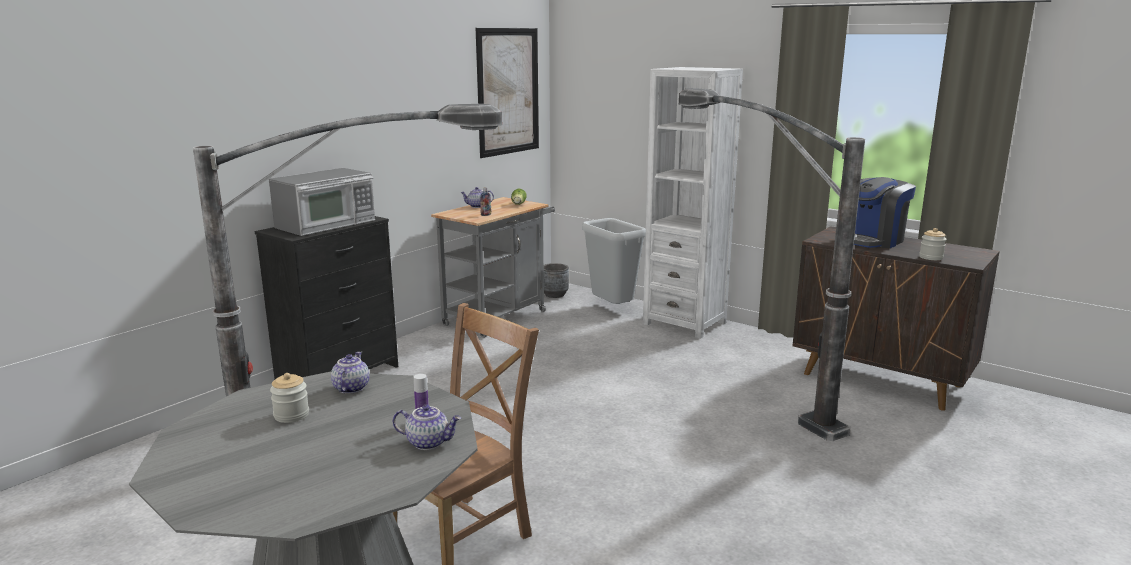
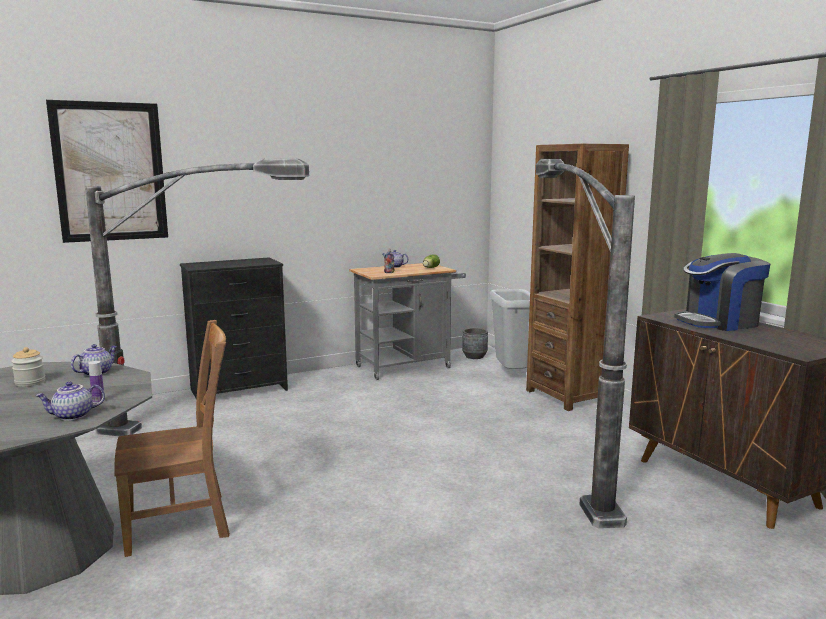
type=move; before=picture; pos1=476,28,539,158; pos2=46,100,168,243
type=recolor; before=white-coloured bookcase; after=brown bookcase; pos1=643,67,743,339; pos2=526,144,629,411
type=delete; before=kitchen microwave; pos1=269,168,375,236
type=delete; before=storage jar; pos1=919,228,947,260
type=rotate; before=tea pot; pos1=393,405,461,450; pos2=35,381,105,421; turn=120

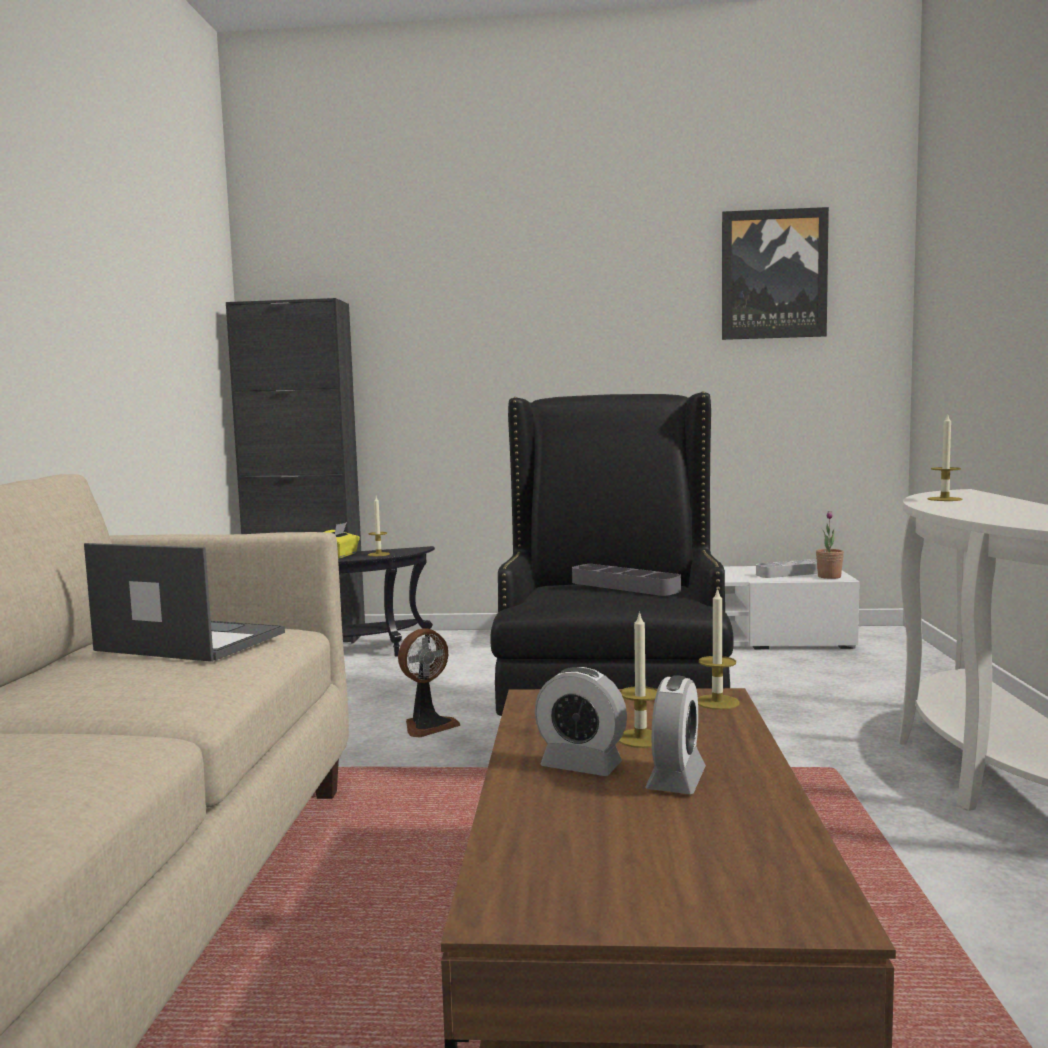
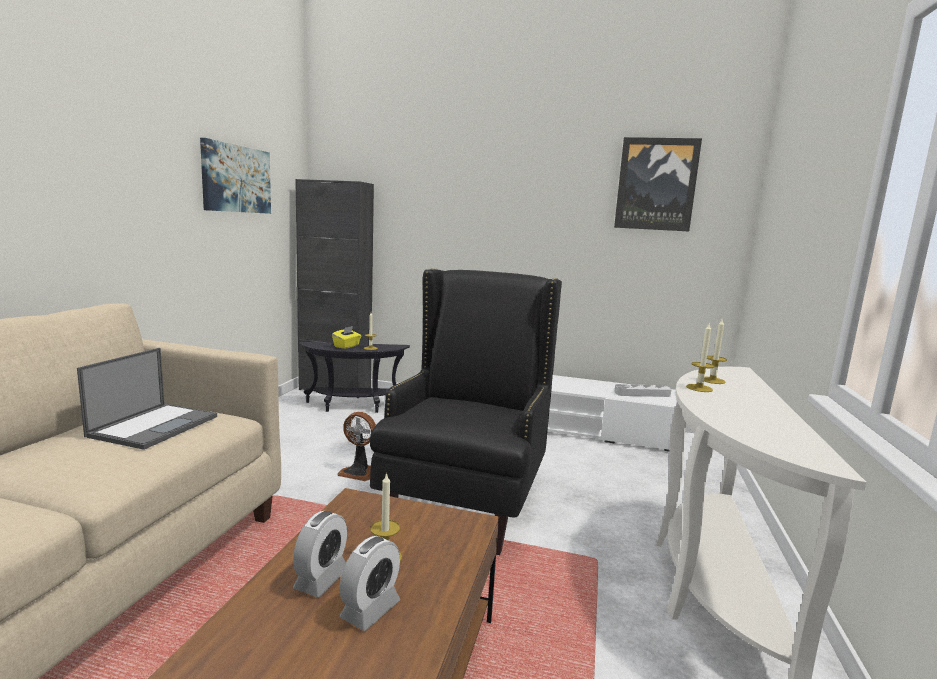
type=delete; before=plant in a pot; pos1=816,511,844,579
type=rotate; before=notebook computer; pos1=84,543,285,662; pos2=77,348,217,450; turn=75
type=delete; before=gray serving tray; pos1=572,564,681,596
type=move; before=candle; pos1=698,587,739,710; pos2=686,322,714,392
type=rotate; before=fan; pos1=398,628,460,737; pos2=337,412,376,481; turn=45
type=rotate; before=alarm clock; pos1=535,667,627,776; pos2=293,511,347,597; turn=-105
type=insert; after=picture; pos2=200,138,271,214

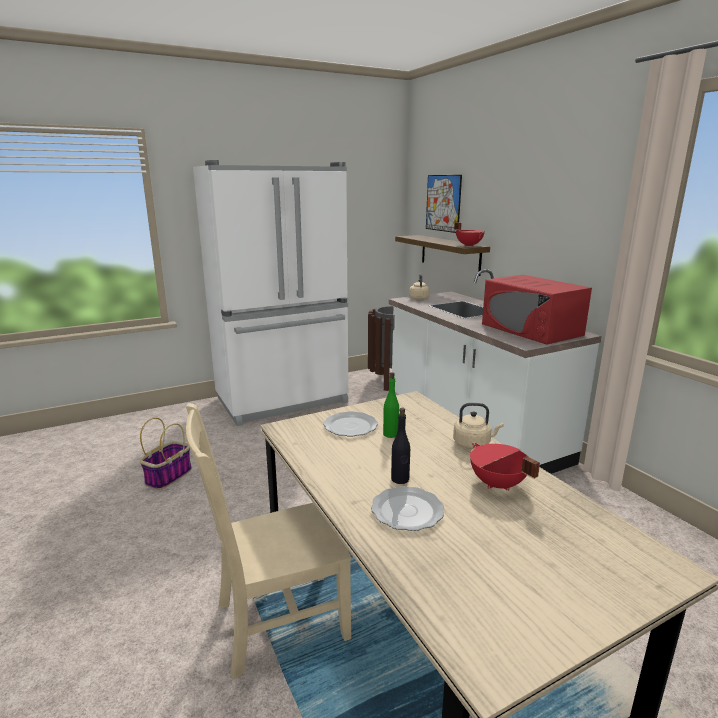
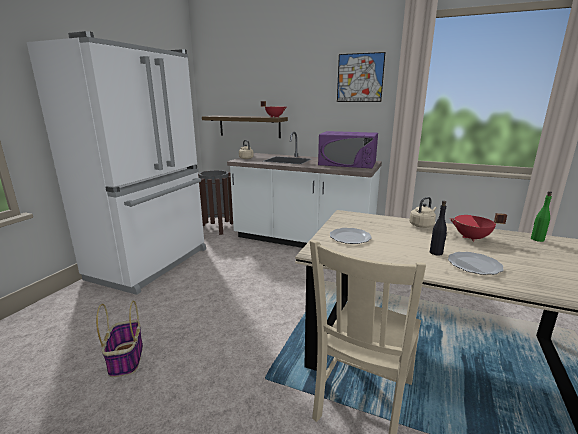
type=move; before=picture; pos1=426,175,462,233; pos2=337,52,385,102
type=recolor; before=red-coloured kitchen microwave; after=purple-coloured kitchen microwave; pos1=482,275,592,345; pos2=318,131,378,169
type=move; before=greenish bottle; pos1=383,372,399,438; pos2=531,191,552,242

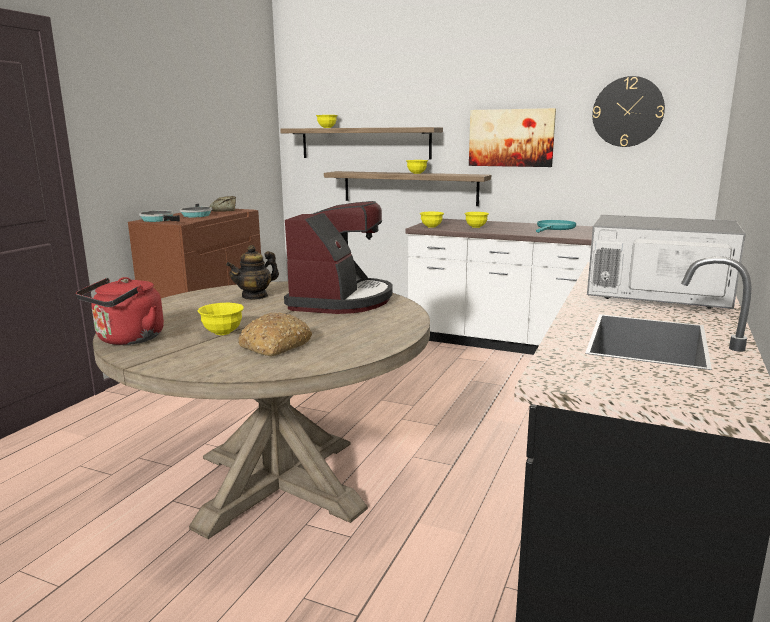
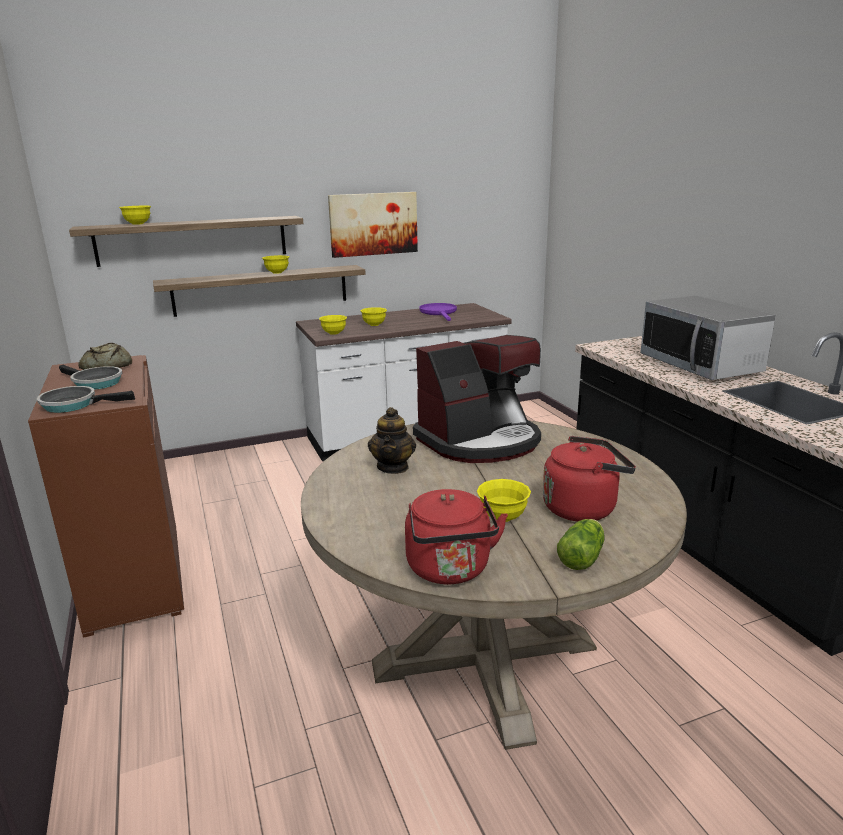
type=delete; before=hanging clock; pos1=592,76,665,147
type=rotate; before=coffee maker; pos1=284,201,393,314; pos2=413,335,541,463; turn=90
type=rotate; before=kitchen microwave; pos1=587,215,746,309; pos2=640,296,776,380; turn=-90
type=recolor; before=blue-green frying pan; after=purple-coloured frying pan; pos1=536,220,576,233; pos2=420,303,457,321
type=replace; before=bakery bread; after=red-coloured tea kettle; pos1=238,313,312,356; pos2=543,436,636,522
type=insert; after=head of lettuce; pos2=557,519,605,570

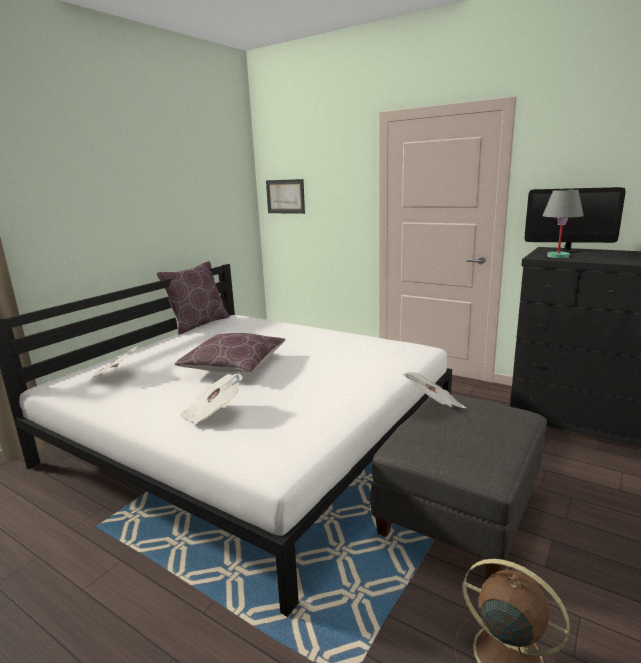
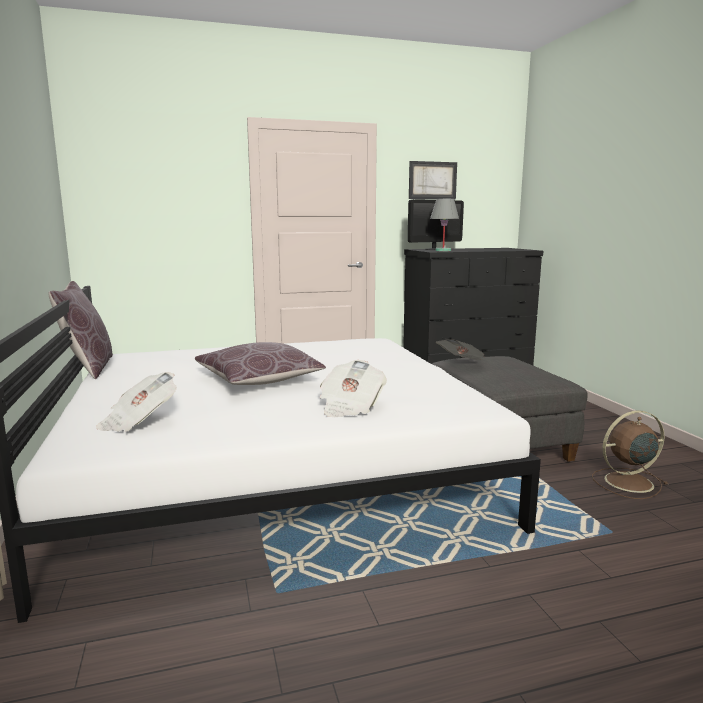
type=move; before=picture; pos1=266,179,305,214; pos2=409,161,457,200

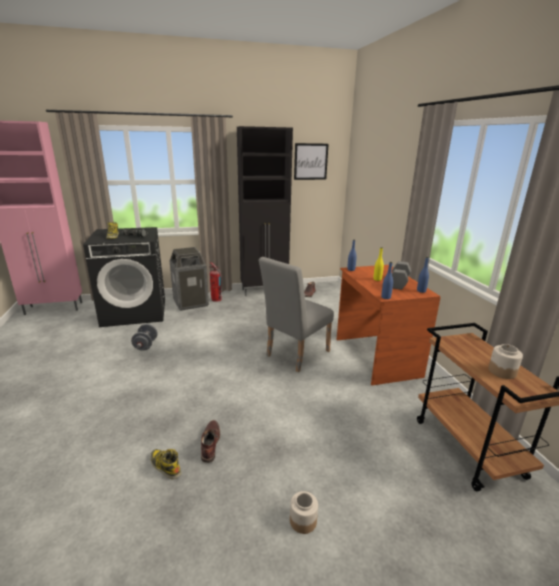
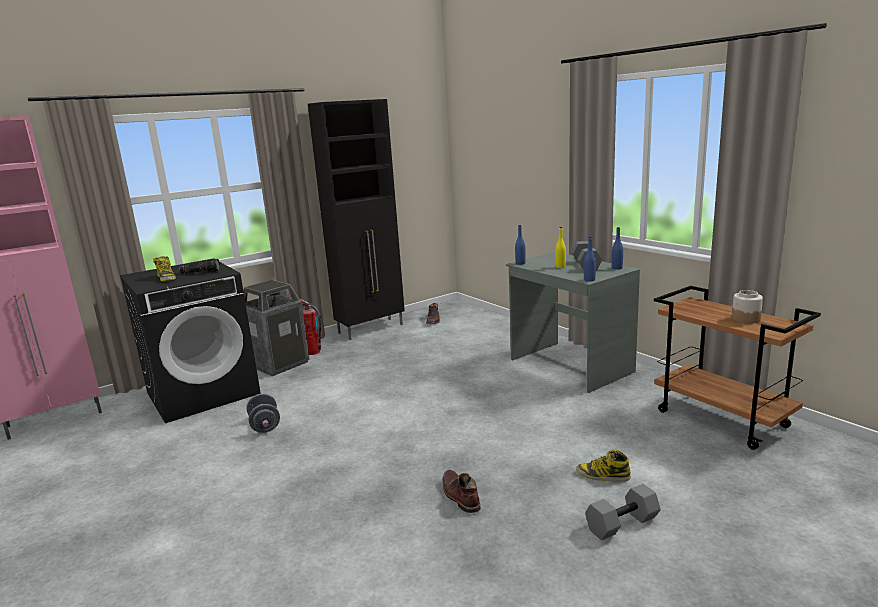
type=delete; before=picture; pos1=294,143,329,180
type=delete; before=gray plain chair; pos1=259,257,334,372
type=recolor; before=brown desk unit; after=gray desk unit; pos1=336,265,441,385; pos2=506,252,640,393
type=move; before=high-top boot; pos1=150,449,181,479; pos2=576,449,631,482
type=replace; before=storage jar; after=gray hand weight; pos1=290,491,318,534; pos2=585,484,661,540

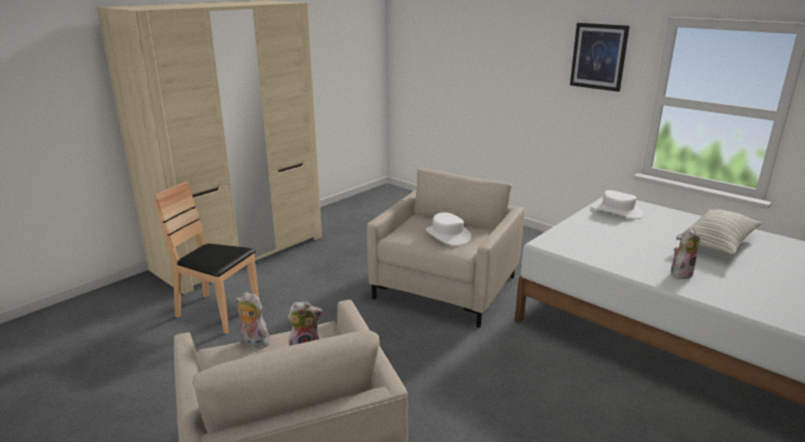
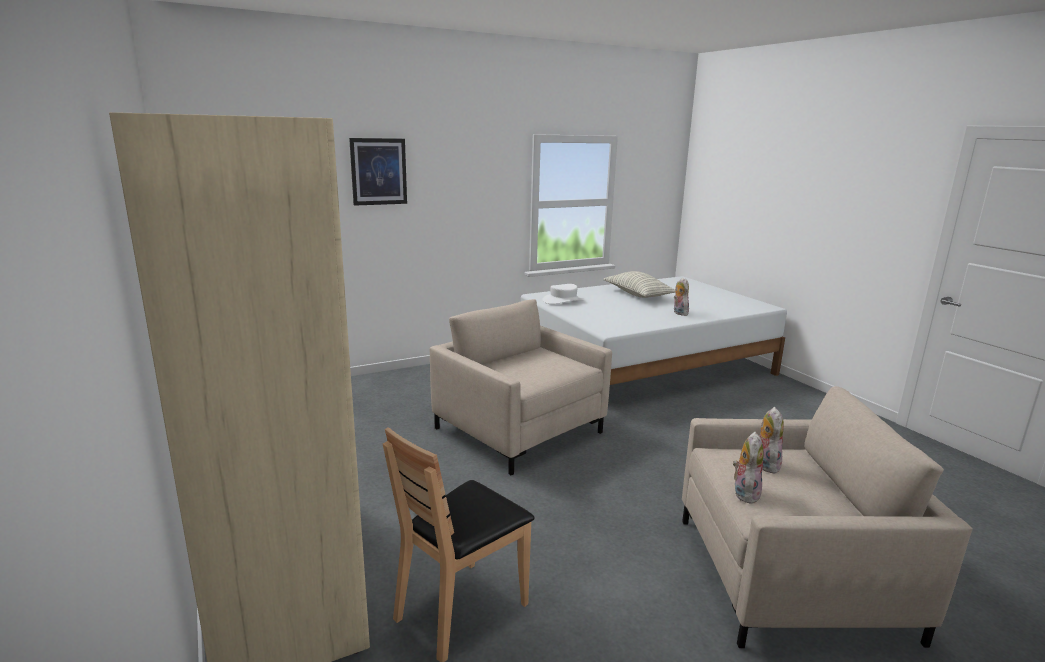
type=move; before=picture; pos1=570,23,630,92; pos2=349,138,407,206
type=delete; before=white-coloured hat; pos1=426,212,471,246
type=rotate; before=cuddly toy; pos1=236,292,270,349; pos2=733,432,764,505; turn=150

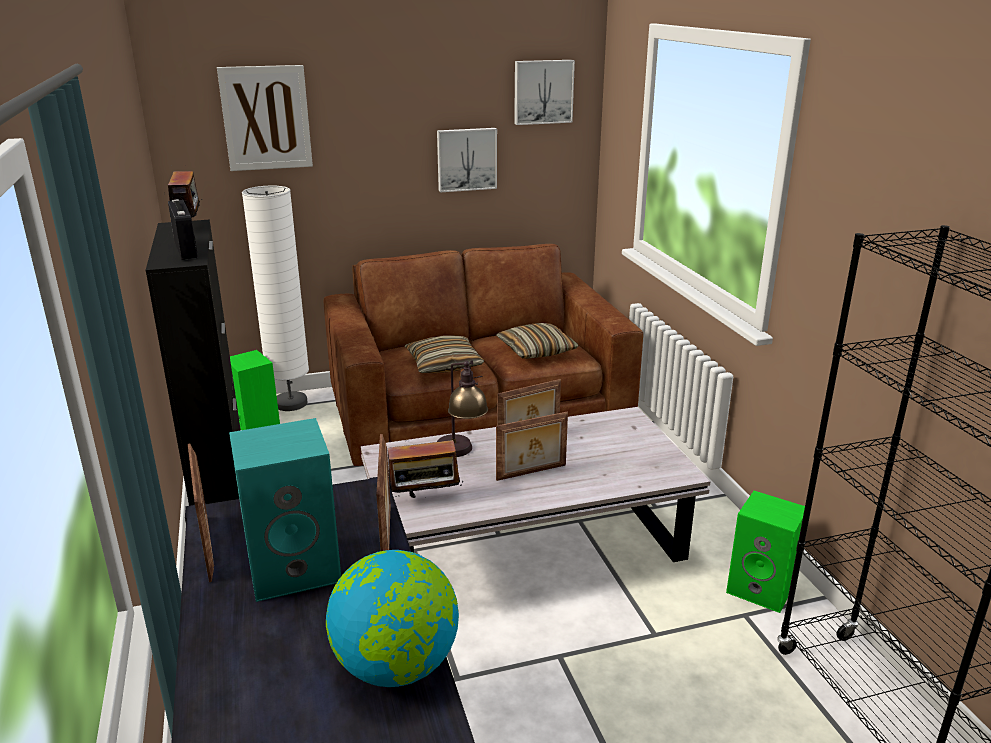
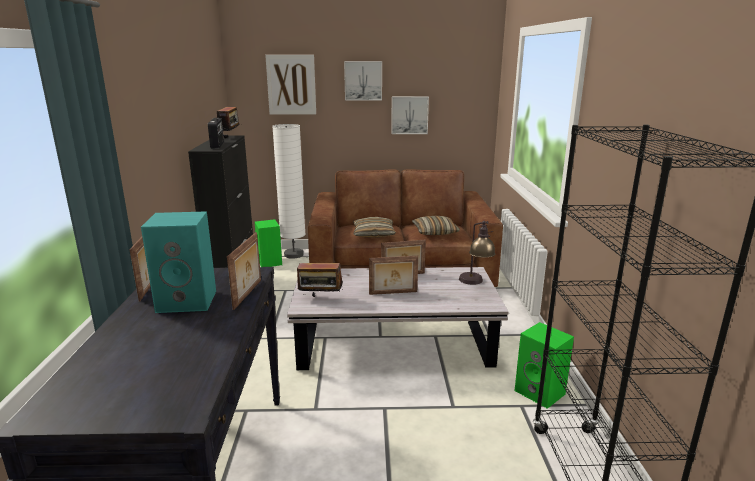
type=move; before=picture; pos1=514,60,575,125; pos2=344,61,382,101
type=move; before=tabletop lamp; pos1=437,360,488,457; pos2=459,221,495,285
type=delete; before=world globe; pos1=326,550,459,687

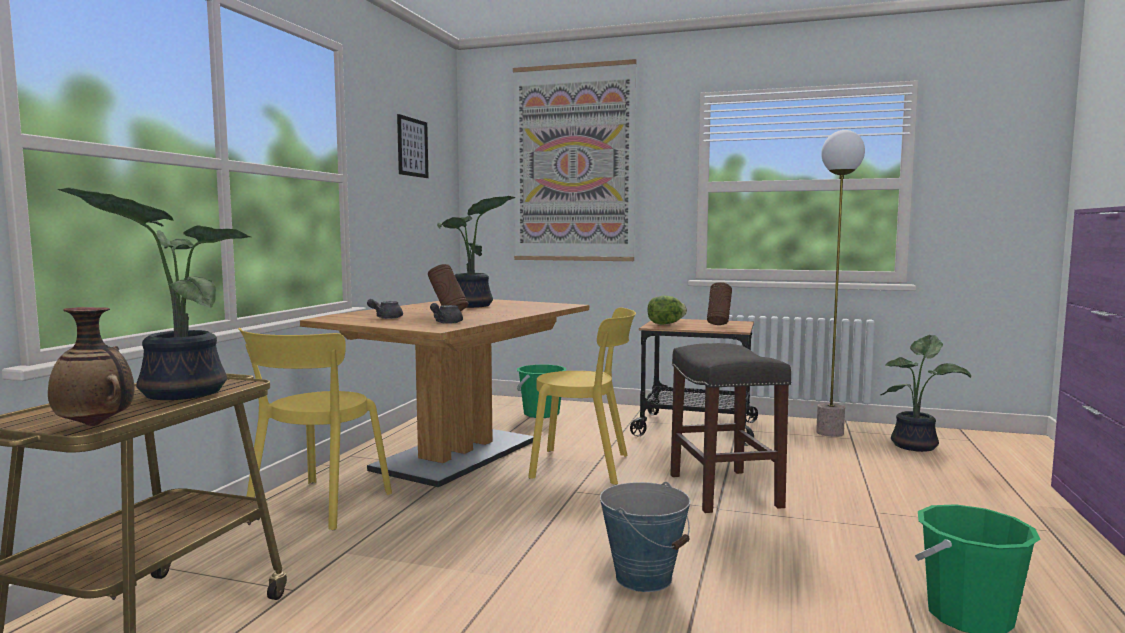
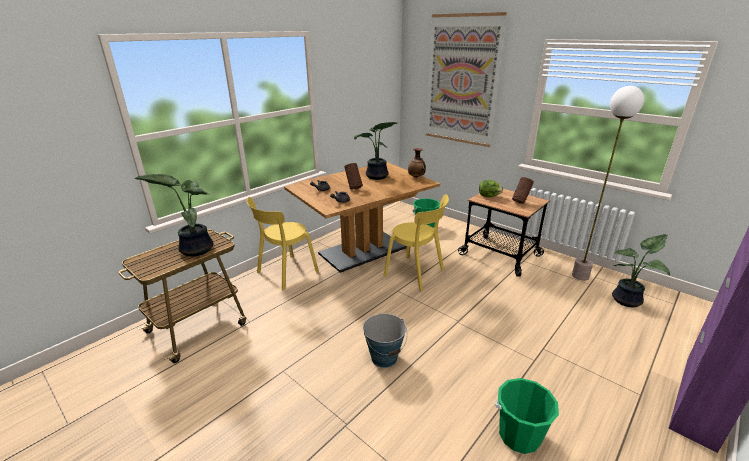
type=delete; before=picture; pos1=397,114,429,178
type=move; before=vase; pos1=48,307,135,426; pos2=408,148,426,178
type=delete; before=gray stool seat; pos1=670,343,791,513

